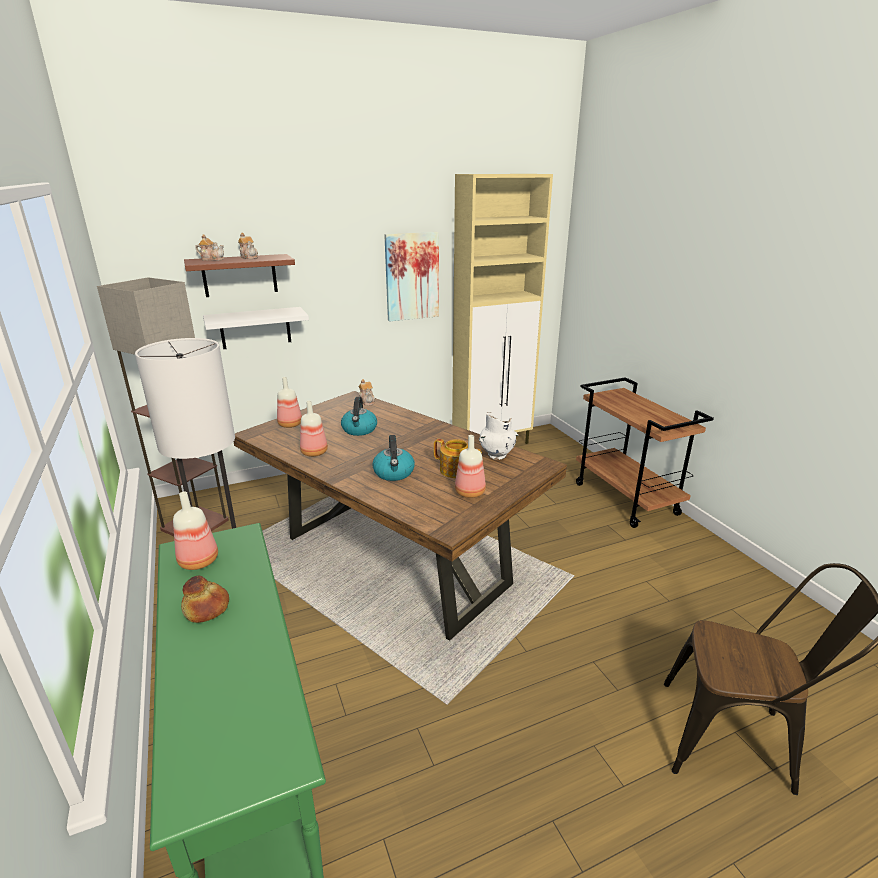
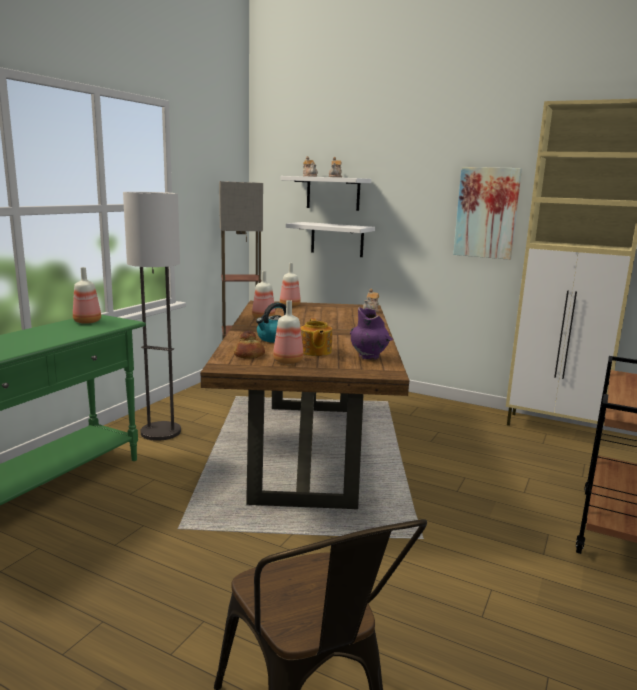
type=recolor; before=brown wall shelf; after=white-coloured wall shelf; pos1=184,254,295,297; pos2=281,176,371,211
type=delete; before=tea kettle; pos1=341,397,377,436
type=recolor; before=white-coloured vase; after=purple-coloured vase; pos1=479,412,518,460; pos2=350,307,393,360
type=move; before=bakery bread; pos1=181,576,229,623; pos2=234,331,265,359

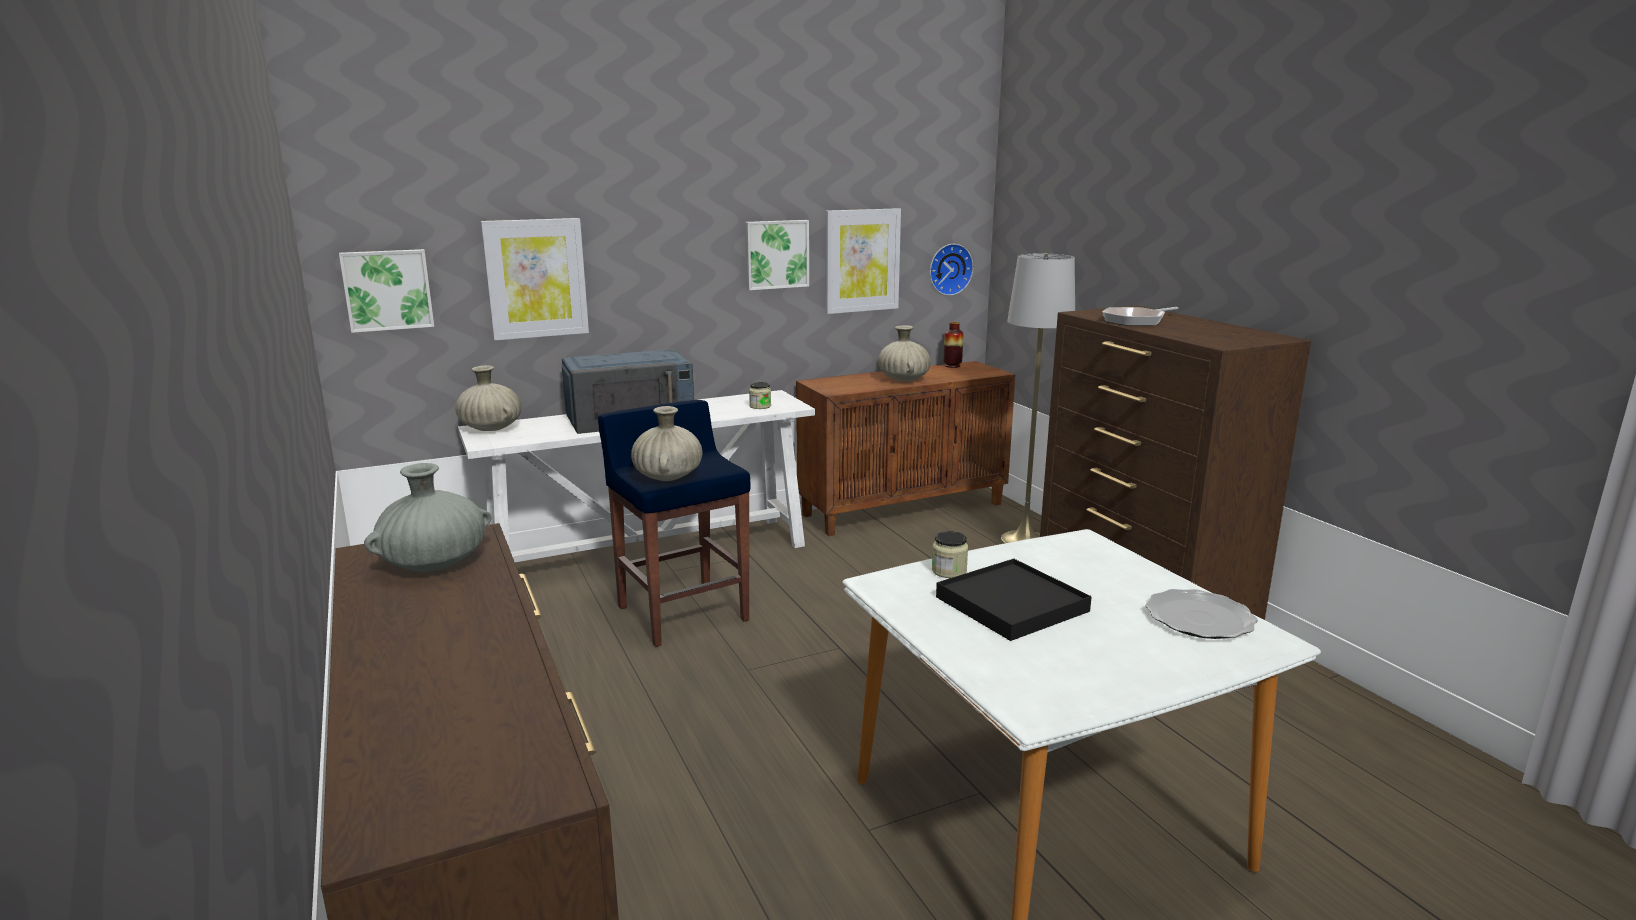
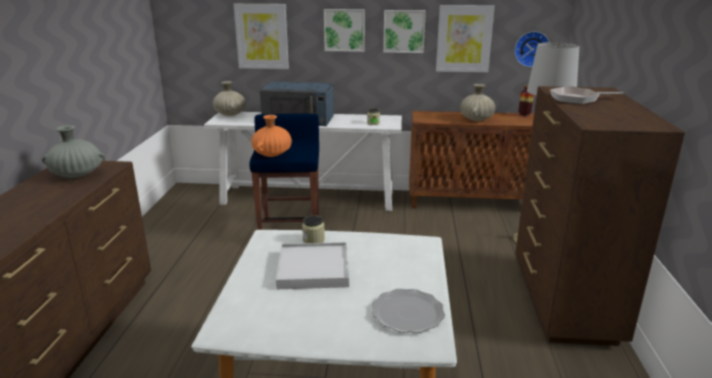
type=move; before=picture; pos1=339,249,434,333; pos2=324,9,365,52
type=recolor; before=sand-coloured vase; after=orange-coloured vase; pos1=631,406,703,481; pos2=251,115,292,157
type=recolor; before=black-coloured serving tray; after=white-coloured serving tray; pos1=936,559,1092,641; pos2=276,242,349,289

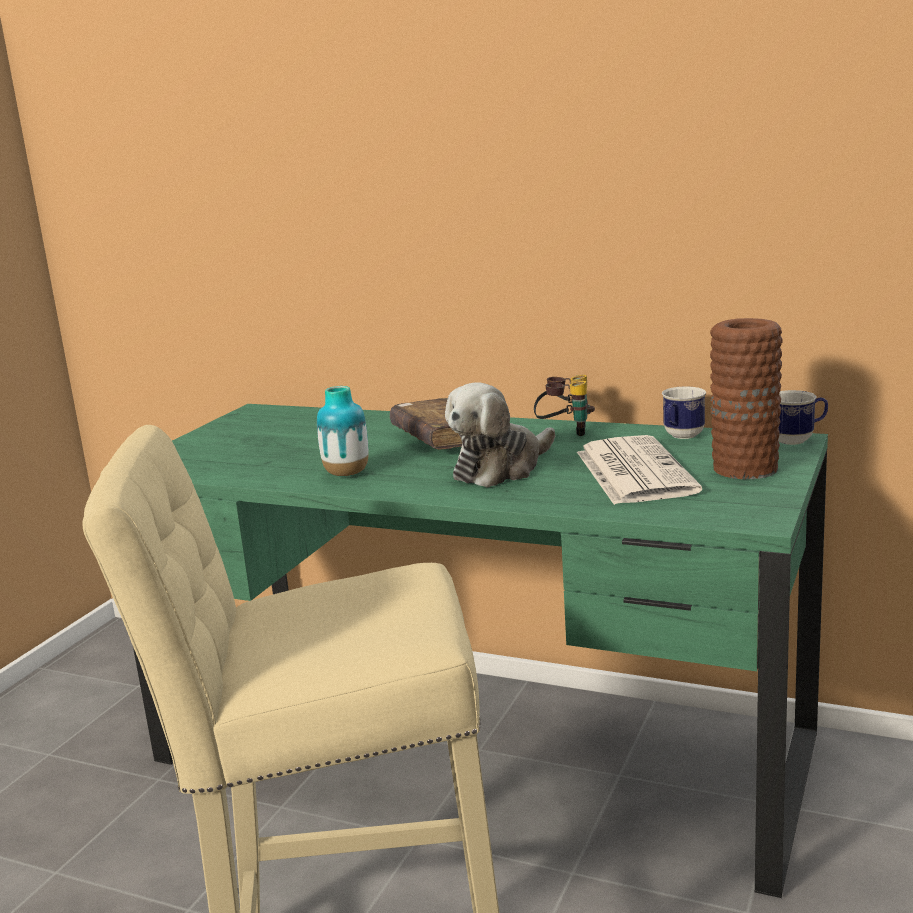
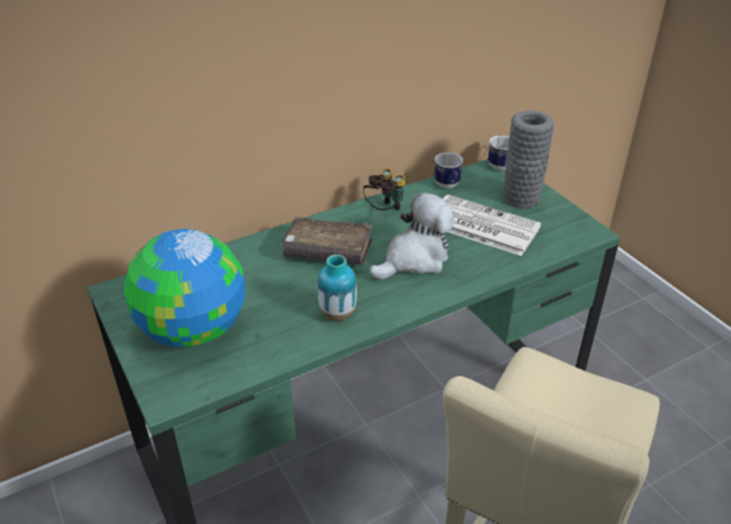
type=recolor; before=brown vase; after=gray vase; pos1=710,318,782,479; pos2=503,111,554,208
type=rotate; before=cuddly toy; pos1=445,382,555,488; pos2=369,192,455,280; turn=-120
type=insert; after=world globe; pos2=124,229,245,347

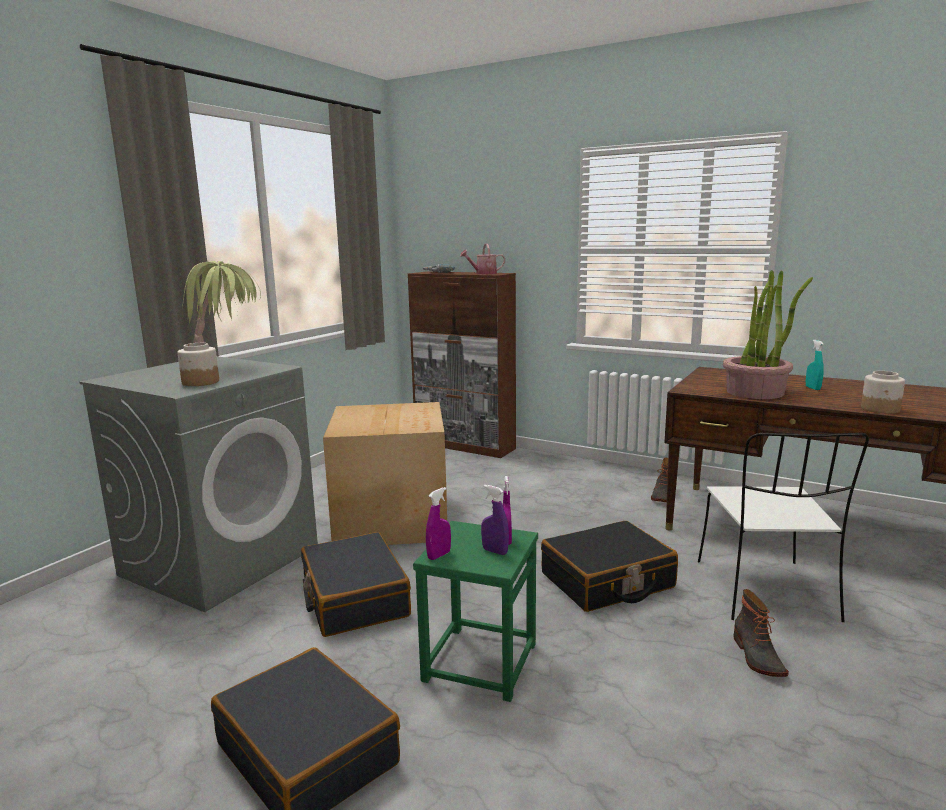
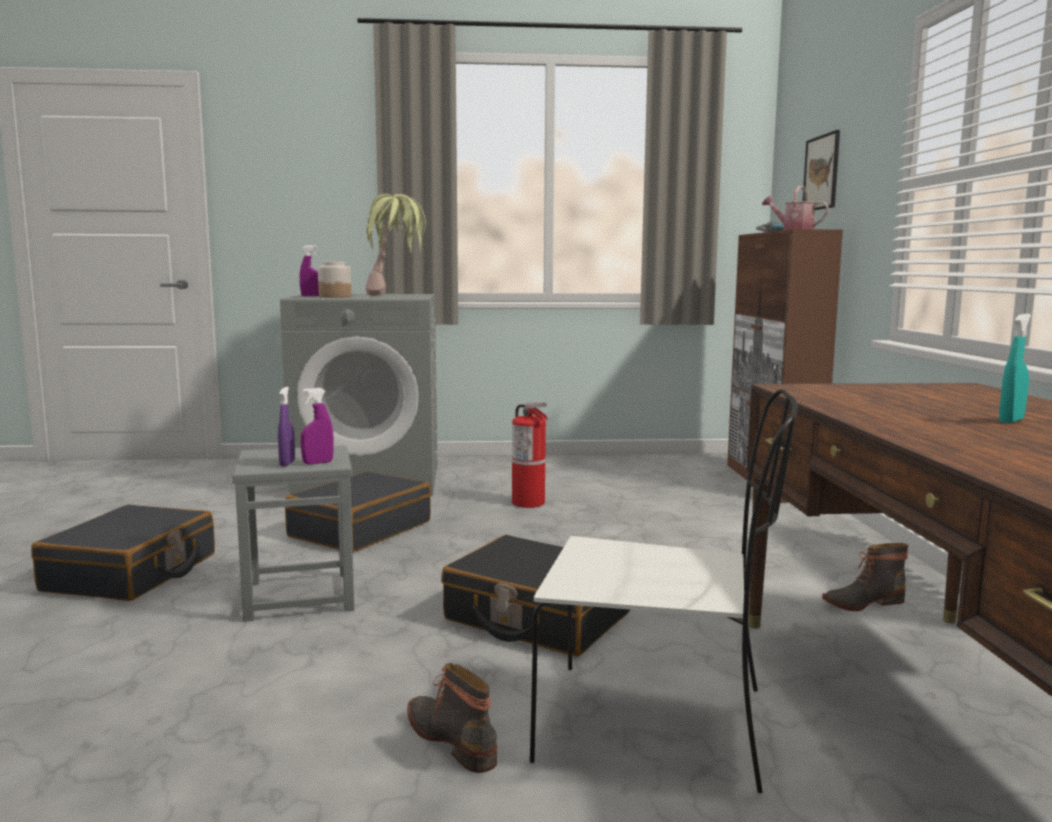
type=delete; before=plant in a pot; pos1=723,270,813,399
type=delete; before=storage jar; pos1=861,371,905,414
type=replace; before=carton; after=fire extinguisher; pos1=323,402,447,545; pos2=512,402,548,508
type=rotate; before=white-coloured plain chair; pos1=698,433,869,622; pos2=530,389,798,793; turn=-135
type=move; before=purple-coloured spray bottle; pos1=426,487,451,560; pos2=299,245,319,296
type=recolor; before=greenish stool seat; after=gray stool seat; pos1=413,521,538,702; pos2=232,445,355,622
type=rotate; before=high-top boot; pos1=733,589,789,677; pos2=407,663,497,773; turn=90
type=insert; after=picture; pos2=803,130,840,210

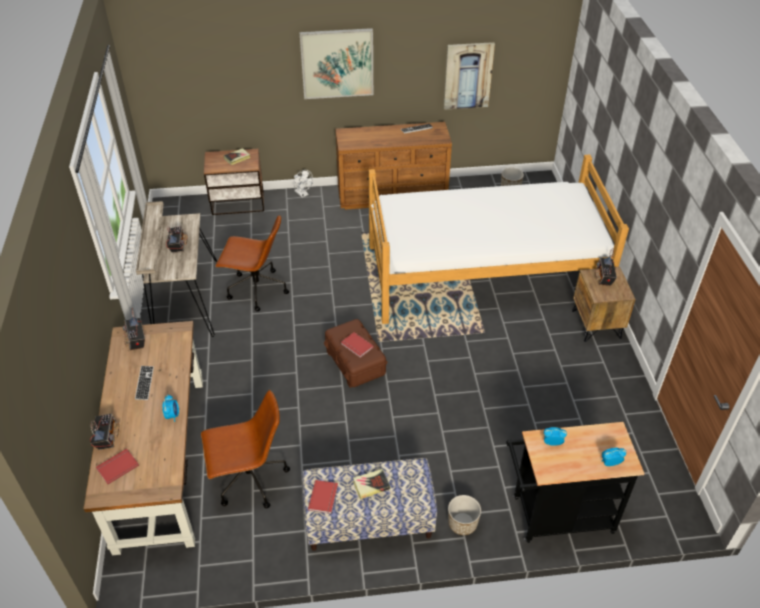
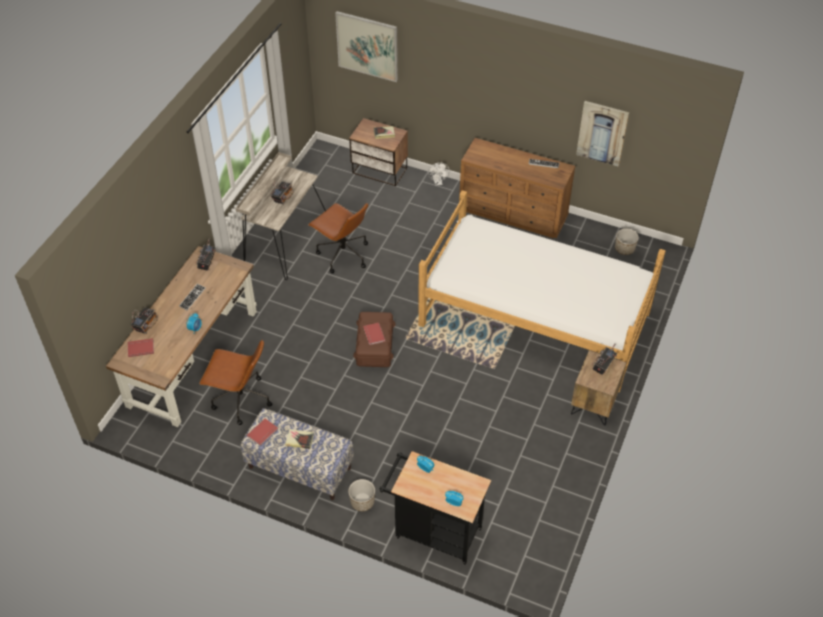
type=move; before=picture; pos1=299,28,373,99; pos2=335,11,398,82

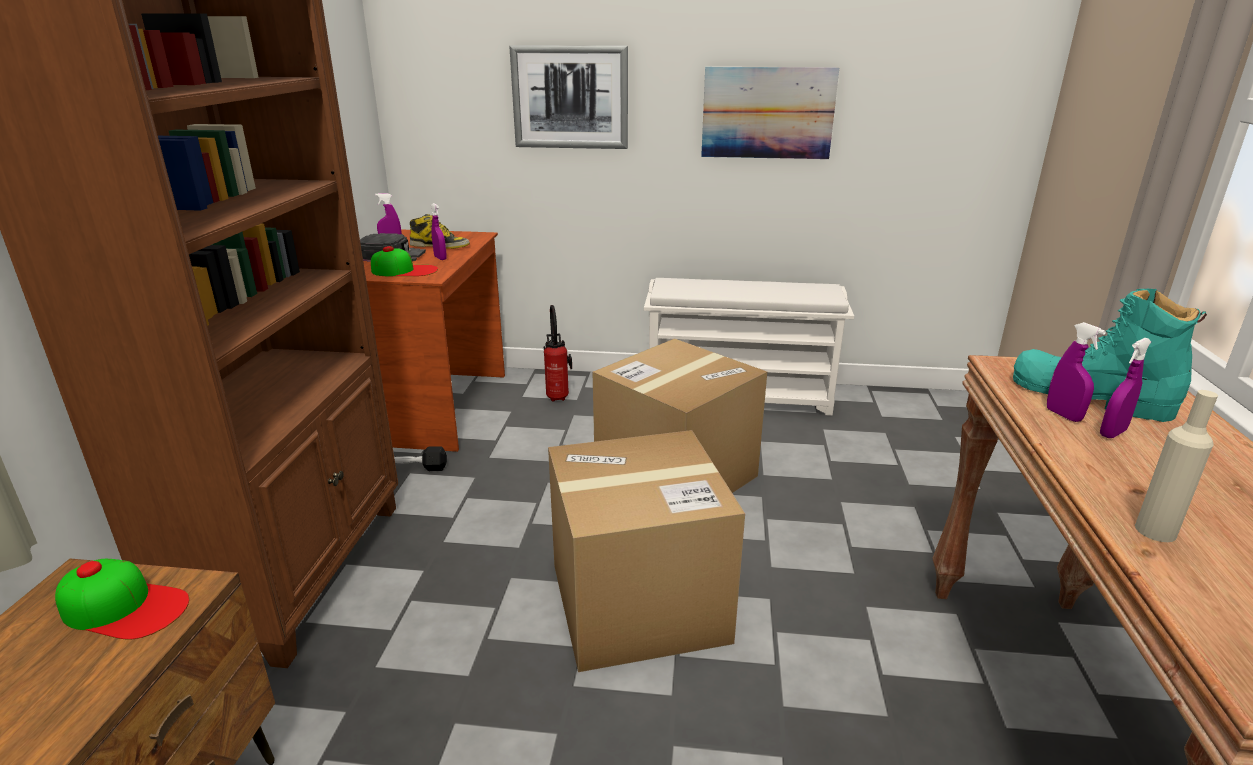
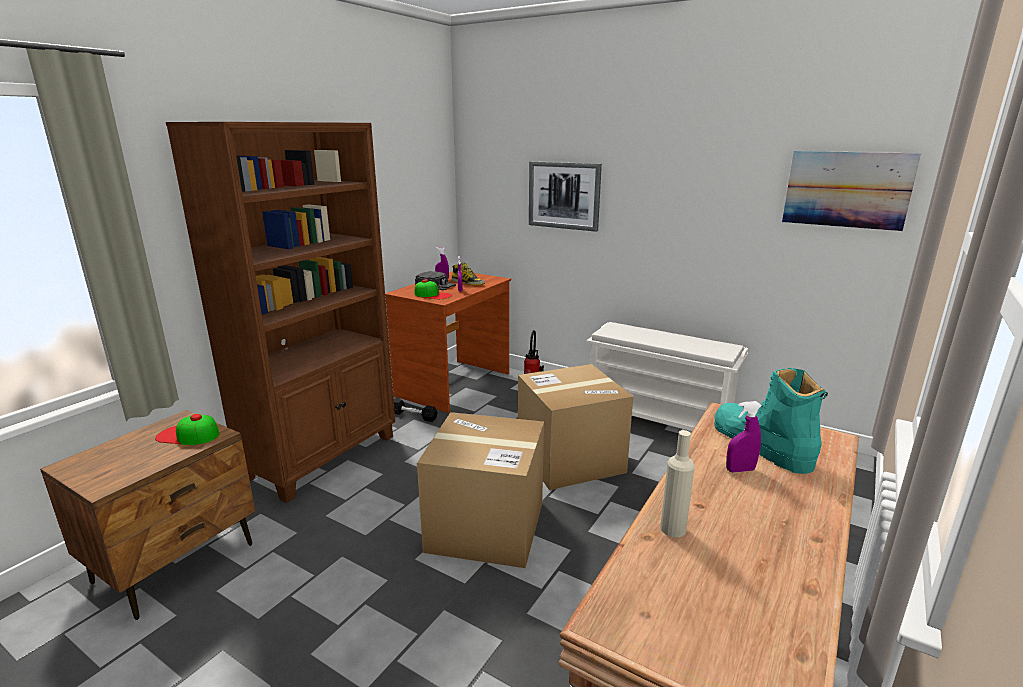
type=move; before=picture; pos1=701,67,839,159; pos2=782,151,921,231
type=delete; before=purple-coloured spray bottle; pos1=1047,322,1106,422
type=rotate; before=peaked cap; pos1=55,559,189,640; pos2=155,414,219,445; turn=150

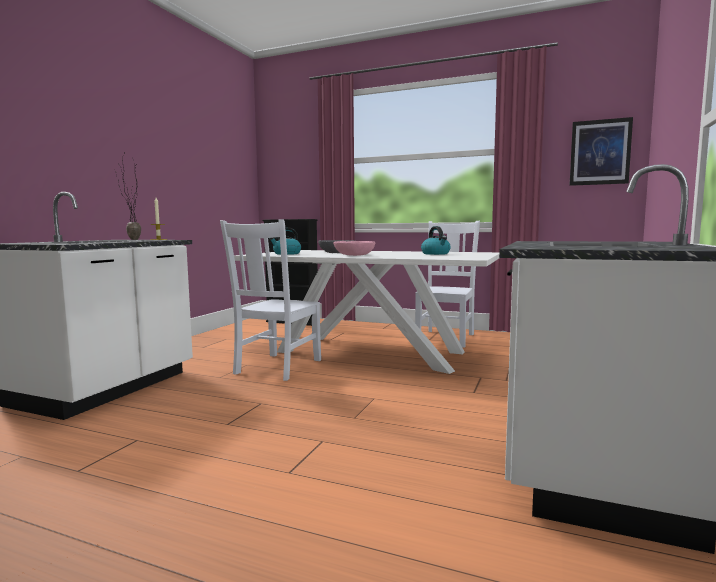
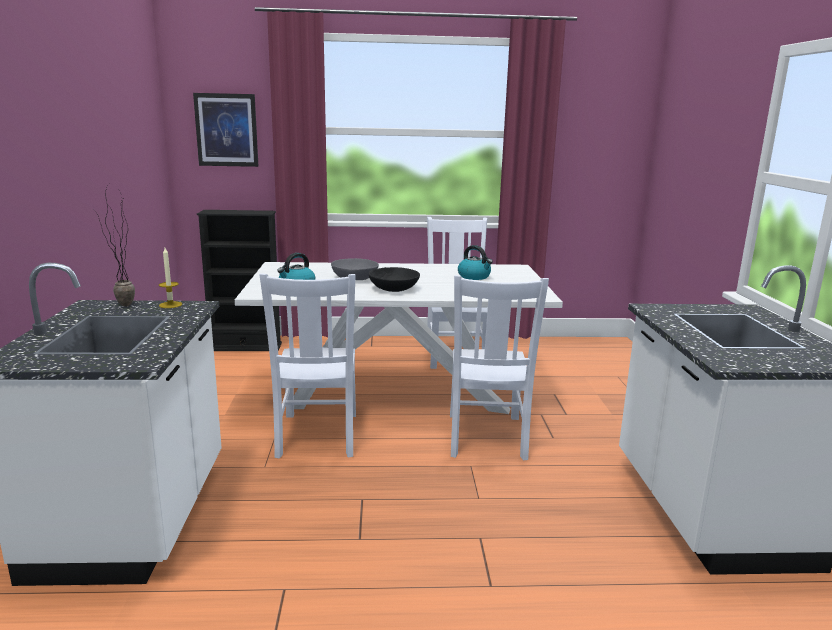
type=move; before=picture; pos1=569,117,633,186; pos2=193,93,258,167
type=recolor; before=pinkish deep dish; after=black-coloured deep dish; pos1=333,241,375,256; pos2=369,267,420,292
type=insert; after=white-coloured plain chair; pos2=450,275,549,460

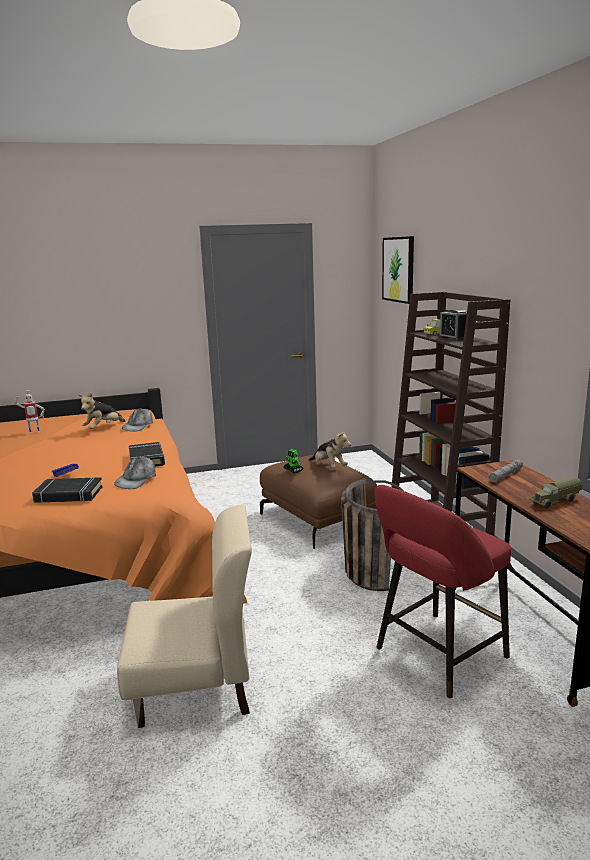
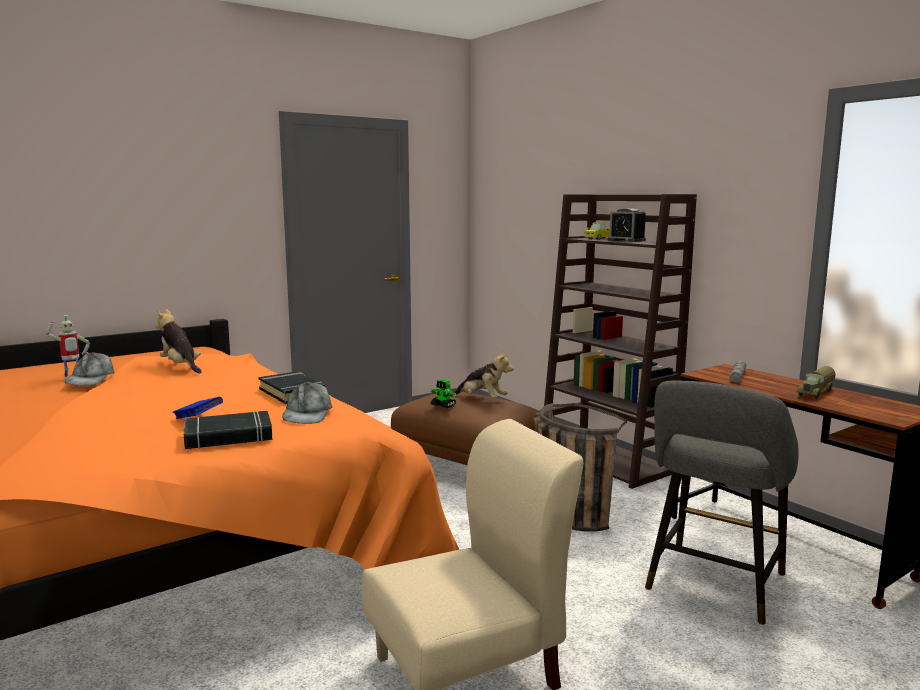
type=delete; before=picture; pos1=382,236,414,304
type=rotate; before=cuddly toy; pos1=78,393,125,429; pos2=155,309,202,373; turn=120
type=move; before=gray peaked cap; pos1=122,408,153,432; pos2=65,352,115,386
type=recolor; before=red-coloured stool seat; after=gray stool seat; pos1=374,485,511,699; pos2=645,380,799,625

